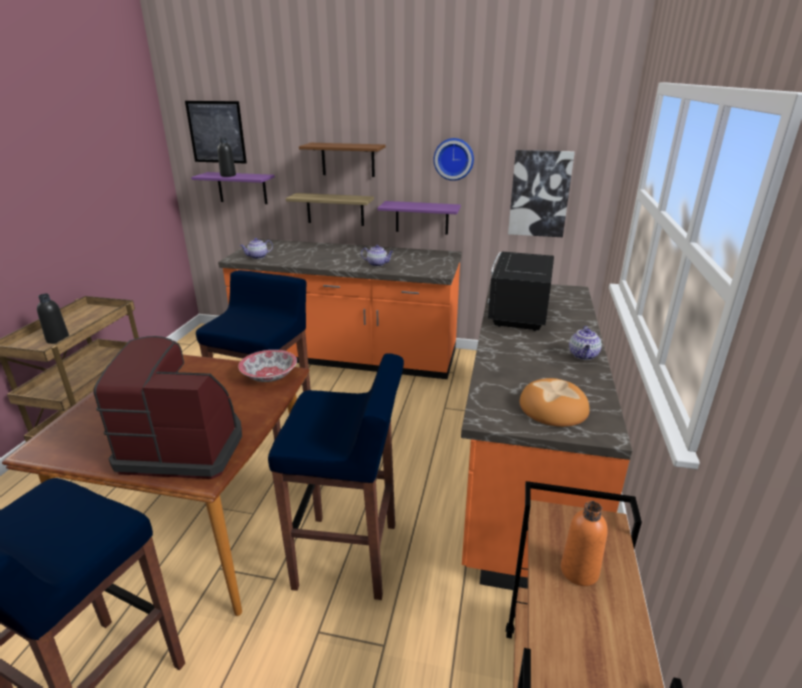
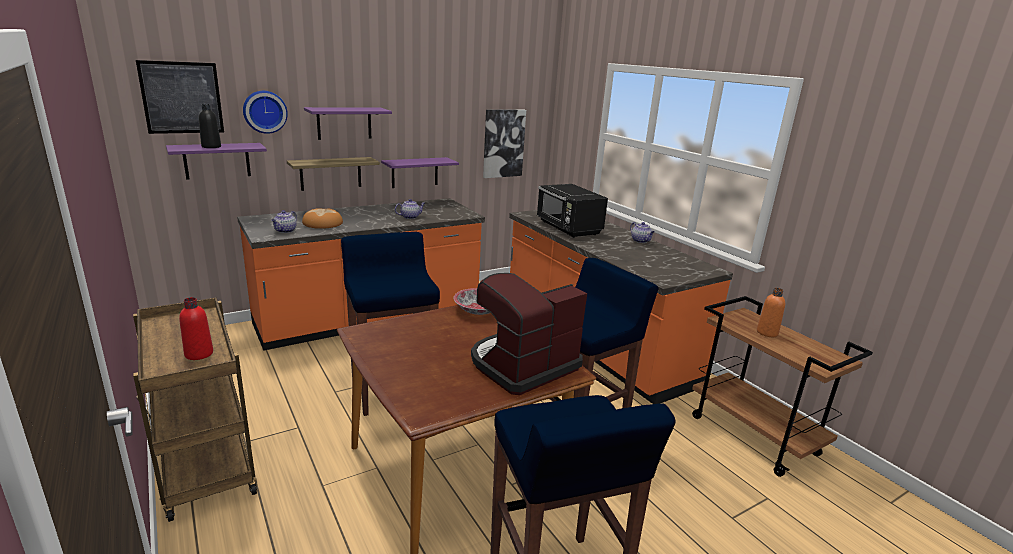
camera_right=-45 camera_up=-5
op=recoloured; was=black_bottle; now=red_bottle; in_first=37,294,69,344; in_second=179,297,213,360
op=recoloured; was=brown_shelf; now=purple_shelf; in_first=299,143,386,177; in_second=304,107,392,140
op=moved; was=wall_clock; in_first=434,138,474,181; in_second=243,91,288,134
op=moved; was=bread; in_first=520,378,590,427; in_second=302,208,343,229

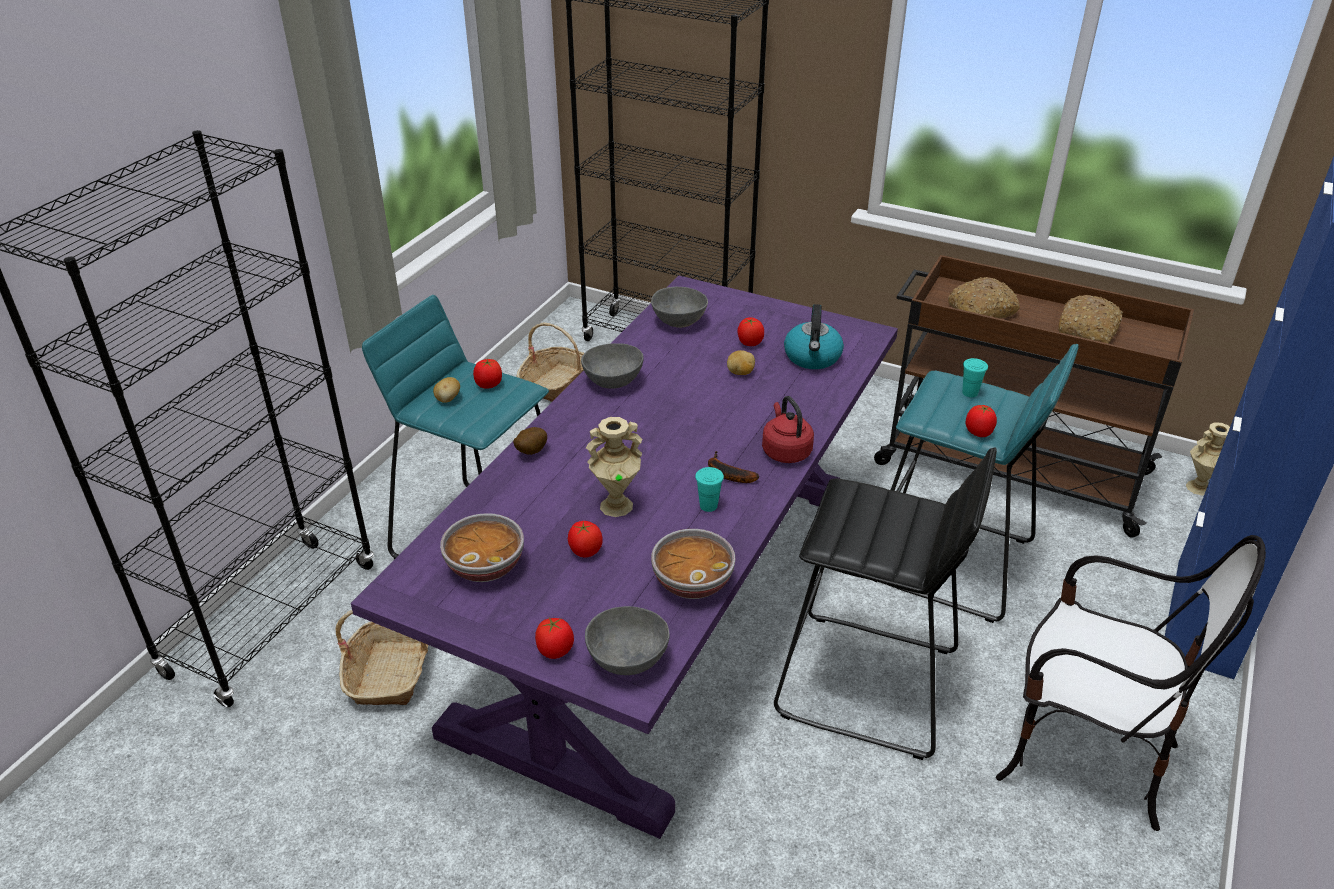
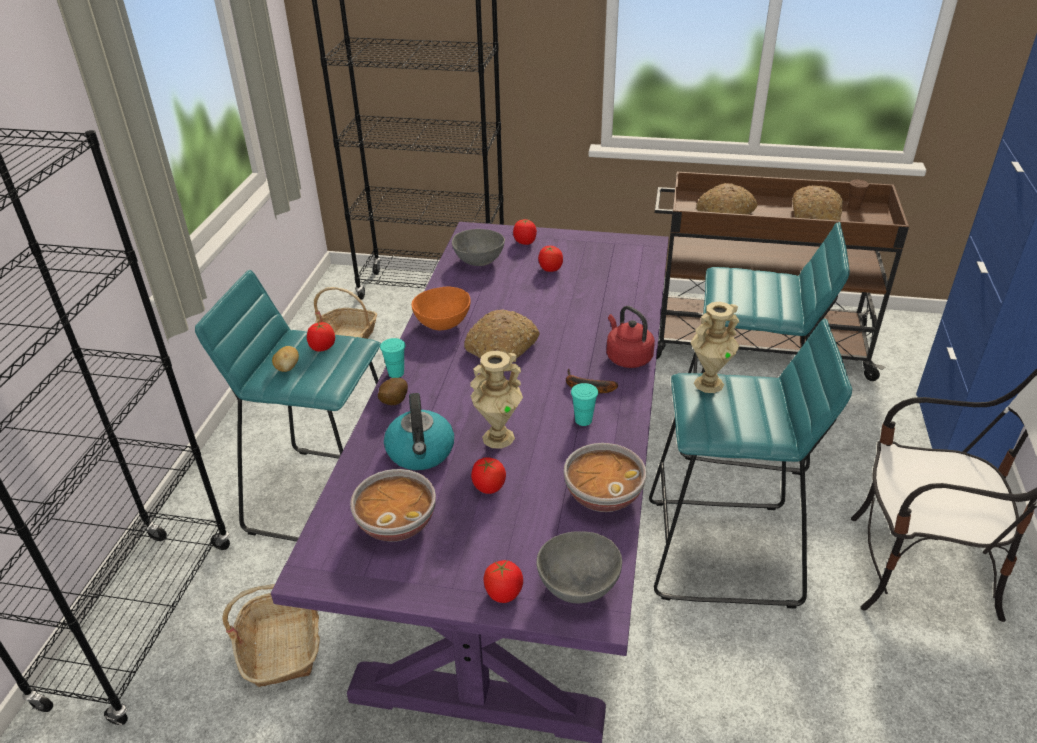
camera_right=-15 camera_up=0
op=recoloured; was=grey_bowl; now=orange_bowl; in_first=581,343,643,389; in_second=411,287,471,330
op=removed; was=potato; in_first=727,350,755,375
op=recoloured; was=black_stool; now=turquoise_stool; in_first=774,447,997,760; in_second=649,318,852,609
op=moved; was=kettle; in_first=784,304,844,369; in_second=384,393,454,470
op=moved; was=turquoise_cup; in_first=962,358,988,397; in_second=380,338,405,378
op=moved; was=tomato; in_first=966,405,997,437; in_second=513,219,537,245
op=moved; was=beige_vase; in_first=1186,422,1230,496; in_second=691,302,740,393
op=added; now=bread; in_second=464,309,540,359
op=added; now=brown_cup; in_second=848,180,869,210

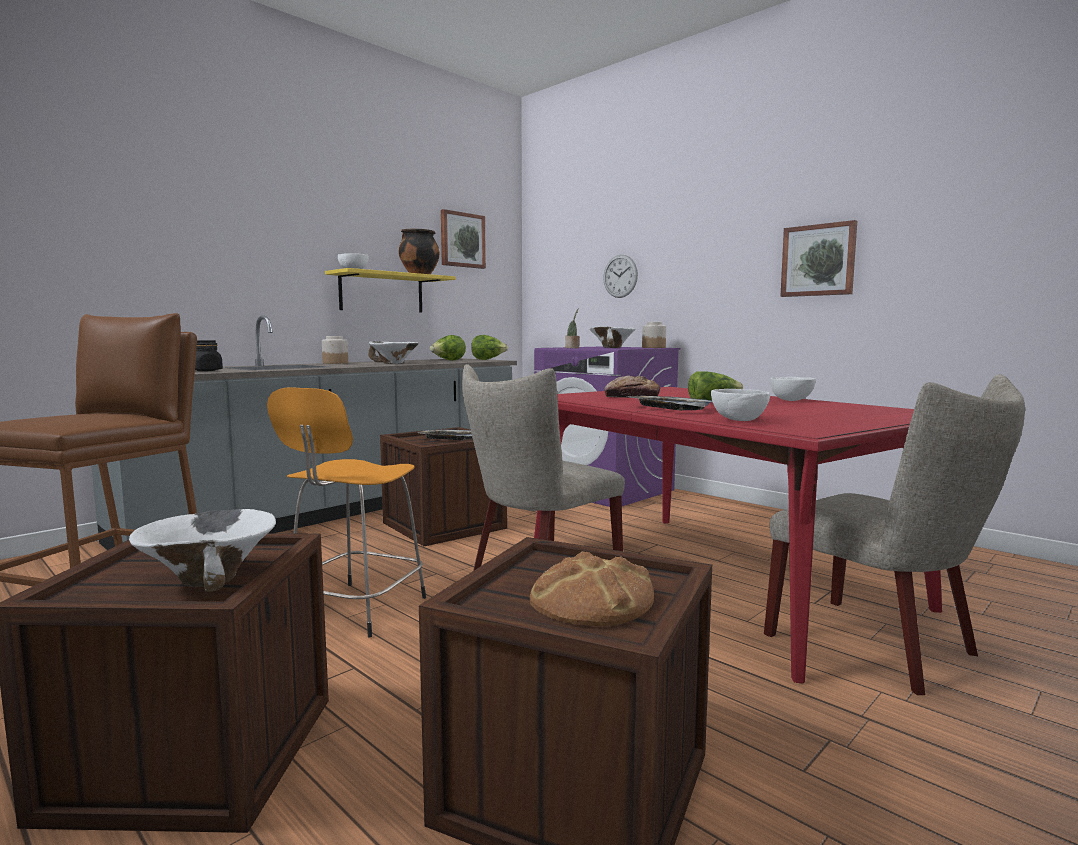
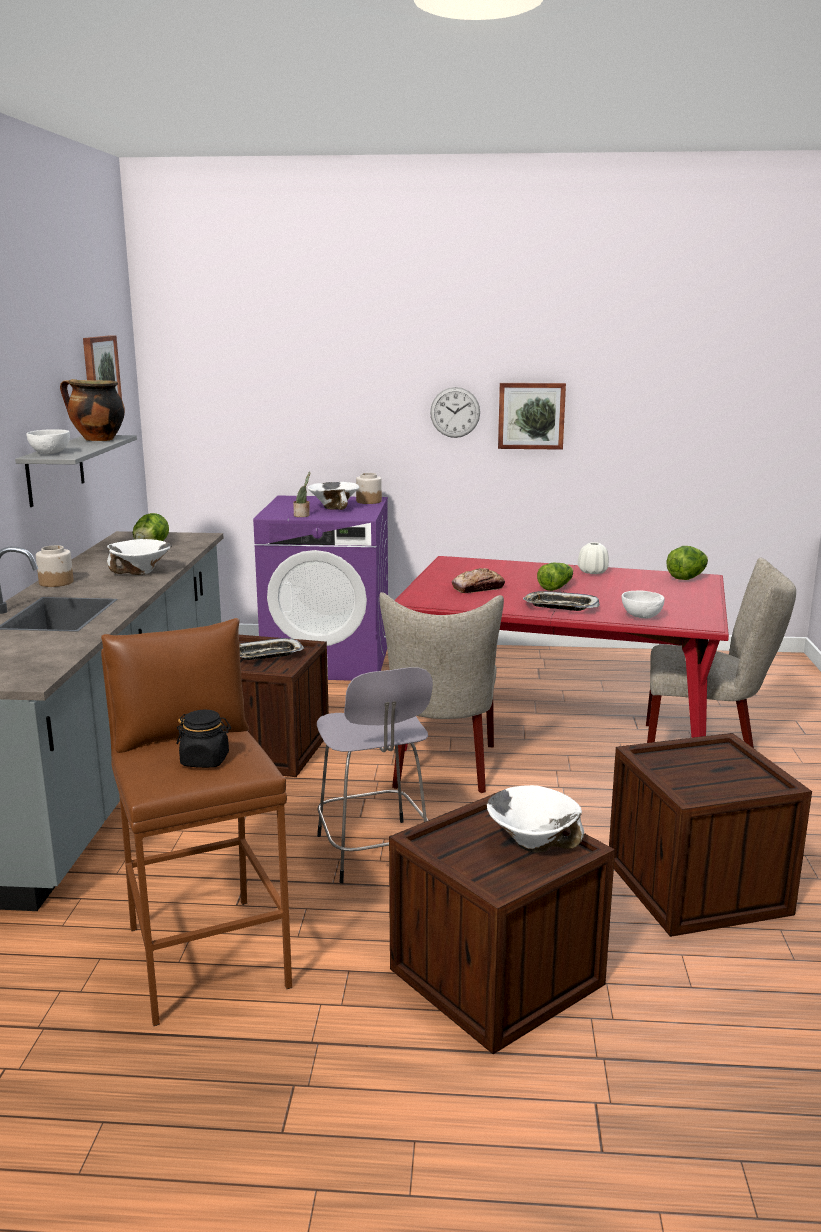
camera_right=-40 camera_up=10
op=moved; was=black_jar; in_first=195,340,223,371; in_second=176,710,231,768
op=recoloured; was=orange_stool; now=grey_stool; in_first=267,387,426,638; in_second=317,667,433,883
op=recoloured; was=yellow_shelf; now=grey_shelf; in_first=325,268,456,312; in_second=15,435,137,507
op=moved; was=lettuce; in_first=471,335,508,360; in_second=667,546,708,580
op=removed; was=bread; in_first=530,551,654,626
op=moved; was=wall_clock; in_first=603,255,638,298; in_second=430,387,480,438
op=replaced; was=white_bowl; now=white_vase; in_first=770,377,816,401; in_second=578,542,609,574

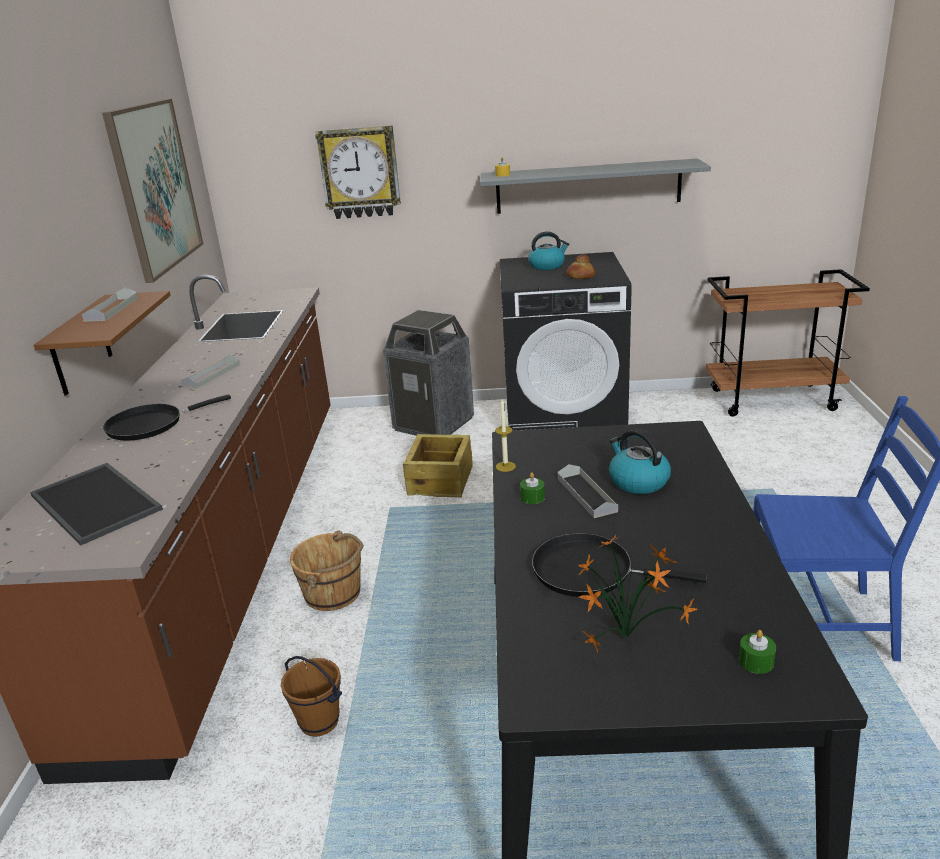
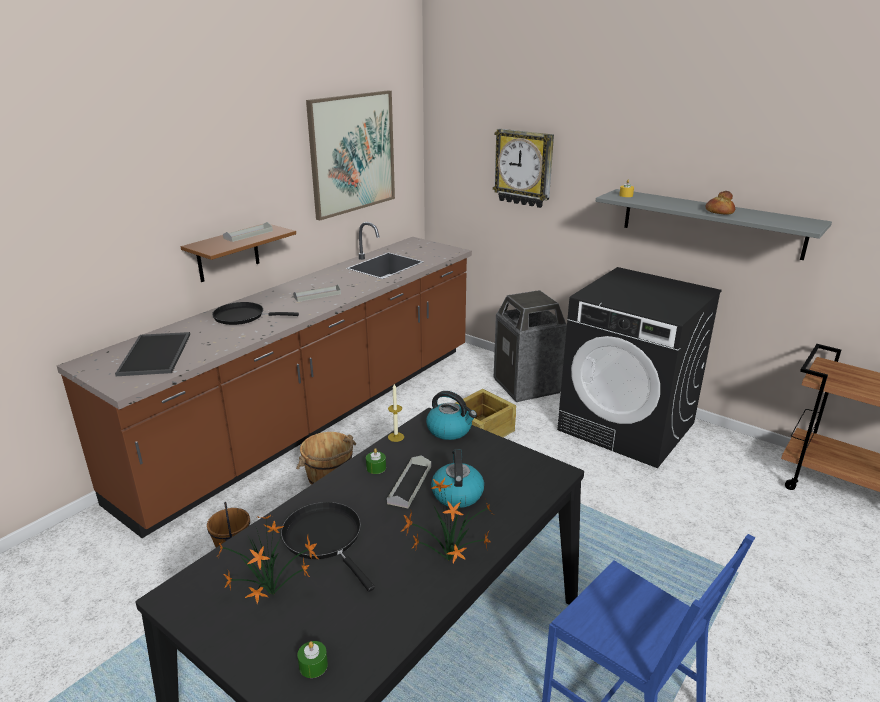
camera_right=35 camera_up=0
op=moved; was=kettle; in_first=528,232,569,270; in_second=426,391,477,440
op=moved; was=bread; in_first=566,254,595,279; in_second=705,191,735,215
op=added; now=potted_plant; in_second=401,478,494,563

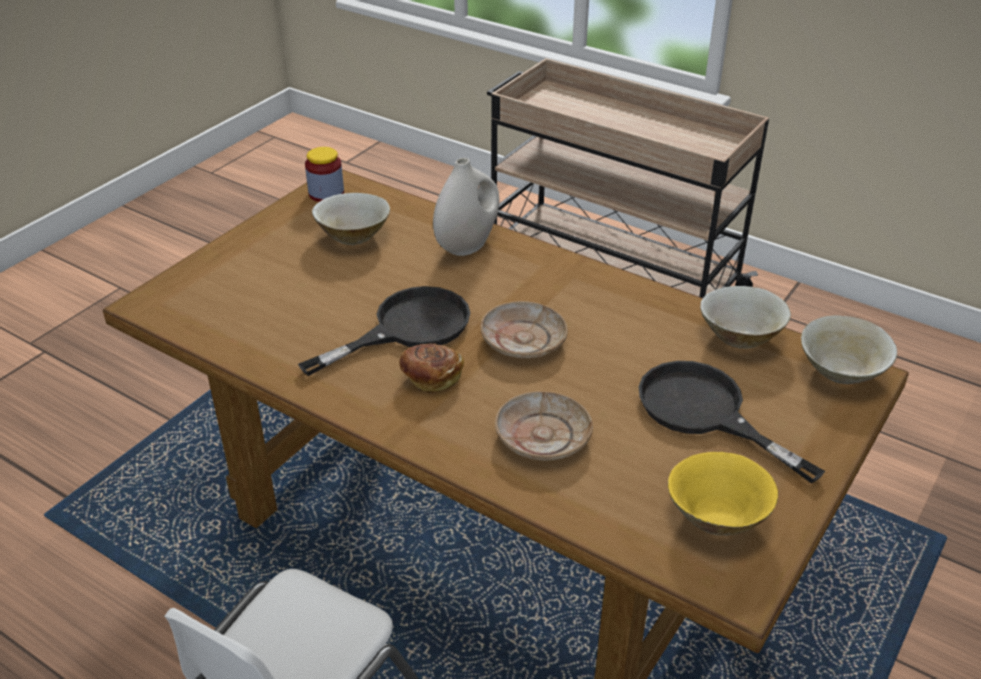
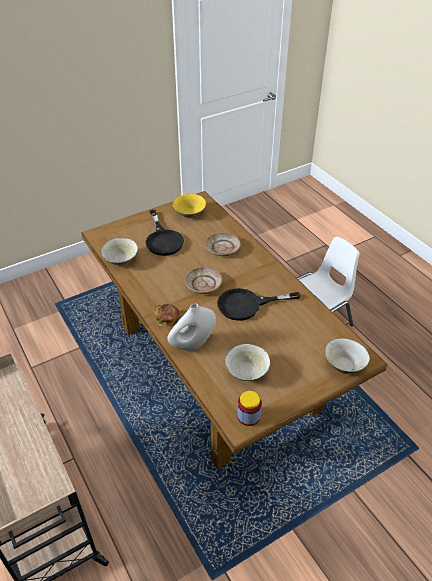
camera_right=-155 camera_up=5
op=moved; was=bread; in_first=399,344,464,393; in_second=152,304,180,326
op=moved; was=beige_bowl; in_first=801,315,897,384; in_second=325,338,370,374

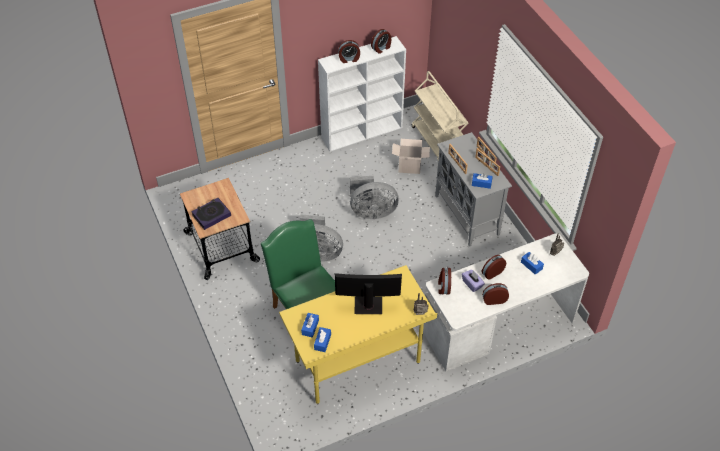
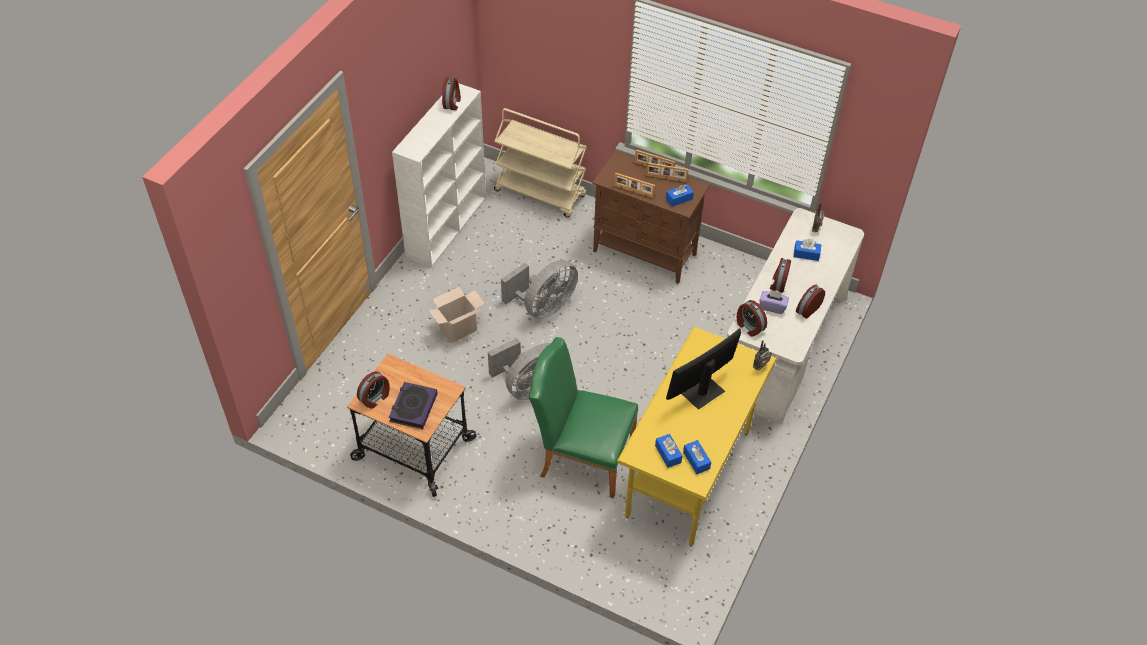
camera_right=-40 camera_up=0
op=moved; was=alarm_clock; in_first=338,40,360,63; in_second=357,371,390,409
op=moved; was=cardboard_box; in_first=392,139,430,174; in_second=428,287,485,343
op=recoloured; was=grey_cabinet; now=brown_cabinet; in_first=435,132,512,247; in_second=592,151,710,284

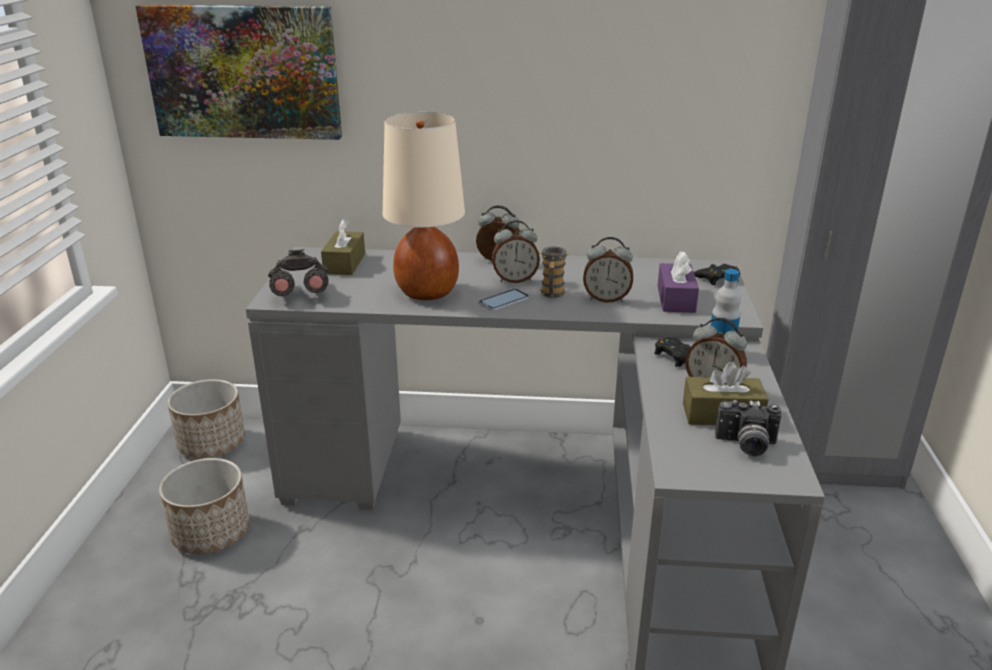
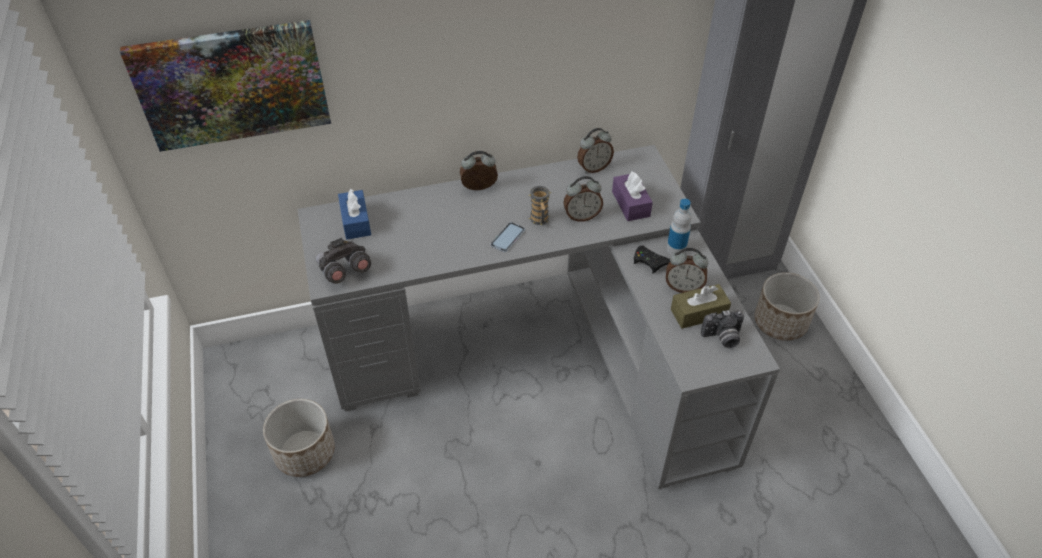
camera_right=-20 camera_up=20
op=moved; was=planter; in_first=167,379,245,459; in_second=755,272,820,341
op=recoloured; was=brown_tissue_box; now=blue_tissue_box; in_first=321,219,365,275; in_second=338,188,371,239
op=removed; was=beige_table_lamp; in_first=383,112,465,300
op=moved; was=alarm_clock; in_first=492,220,540,283; in_second=577,128,614,173
op=removed; was=black_game_controller; in_first=694,264,740,285

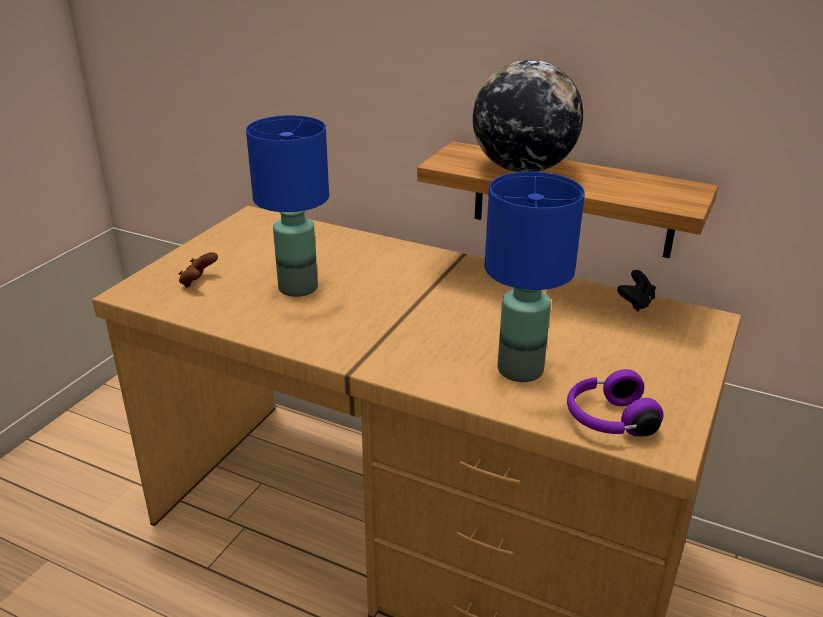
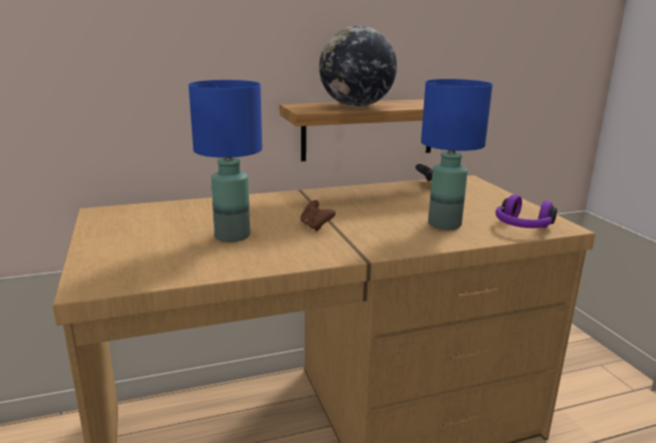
camera_right=-45 camera_up=-10
op=moved; was=brown_game_controller; in_first=179,252,218,288; in_second=300,200,336,231

